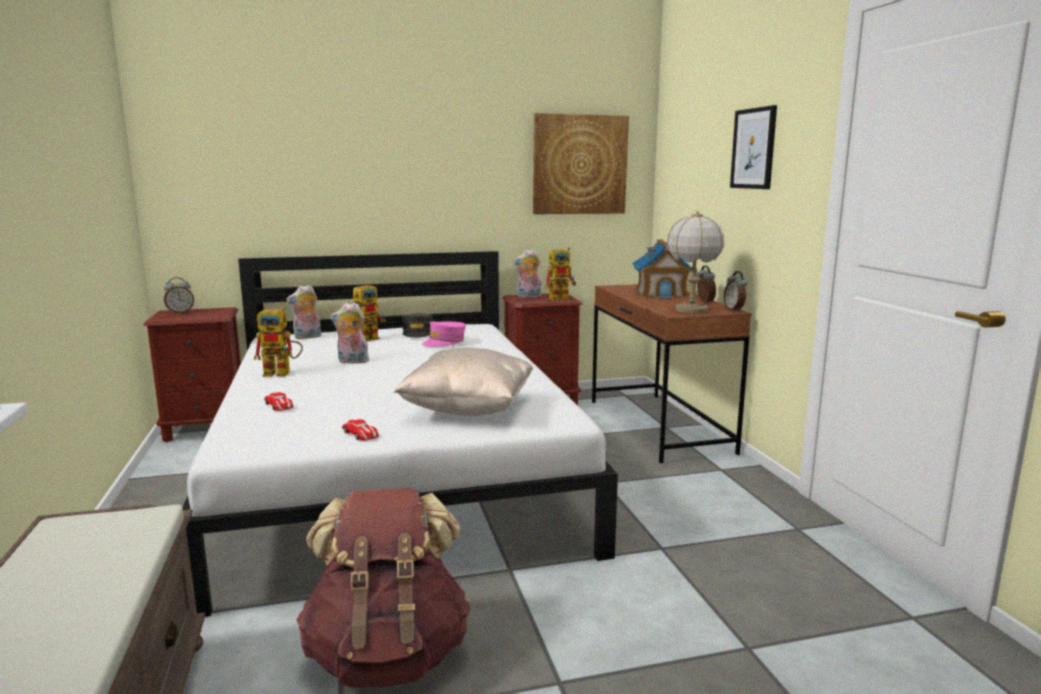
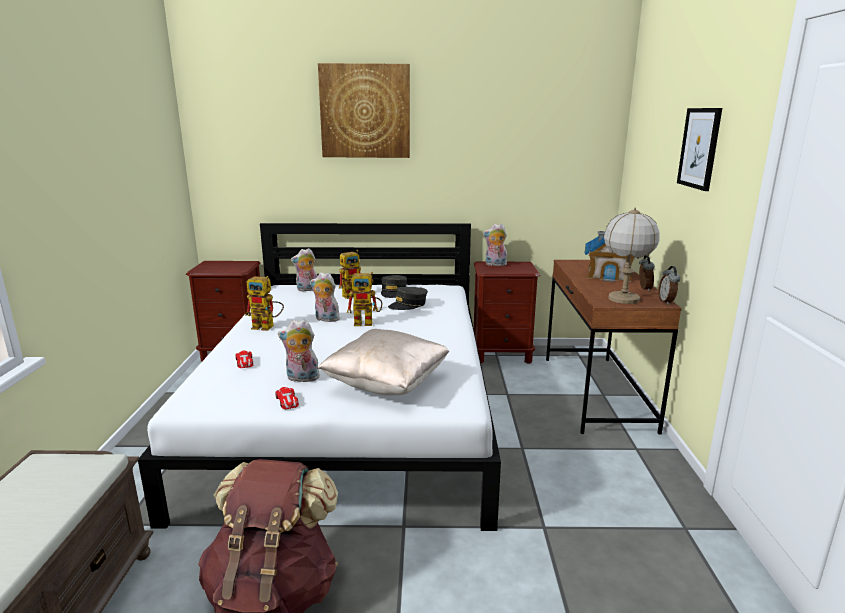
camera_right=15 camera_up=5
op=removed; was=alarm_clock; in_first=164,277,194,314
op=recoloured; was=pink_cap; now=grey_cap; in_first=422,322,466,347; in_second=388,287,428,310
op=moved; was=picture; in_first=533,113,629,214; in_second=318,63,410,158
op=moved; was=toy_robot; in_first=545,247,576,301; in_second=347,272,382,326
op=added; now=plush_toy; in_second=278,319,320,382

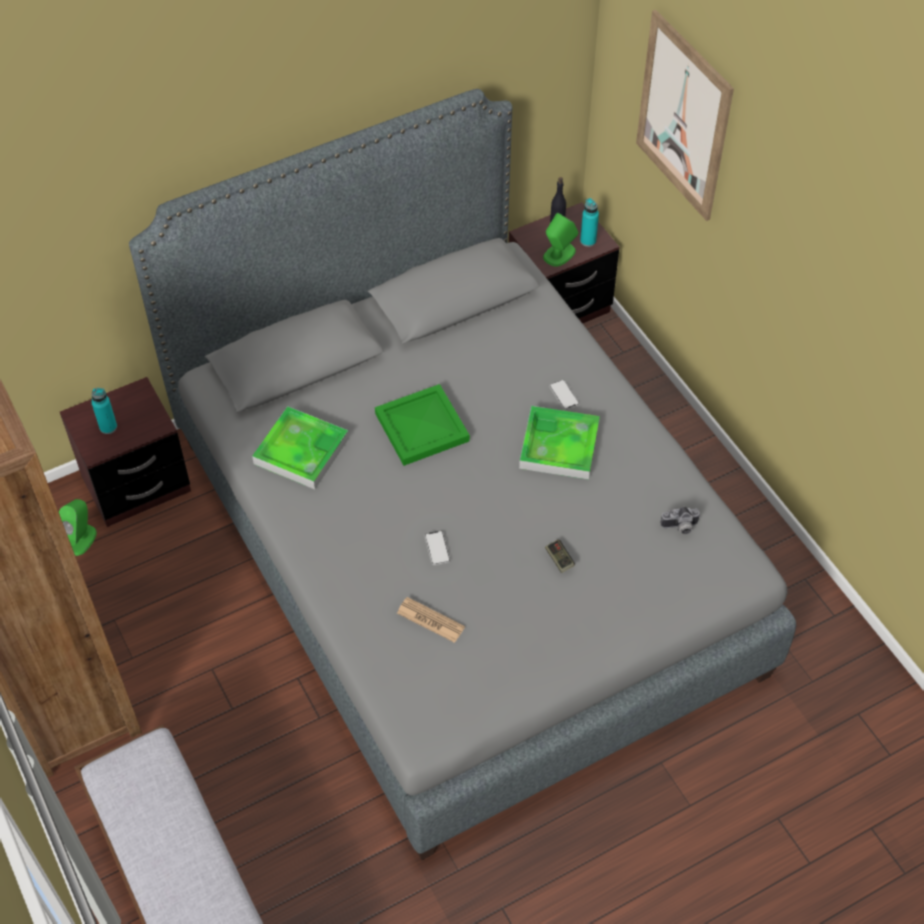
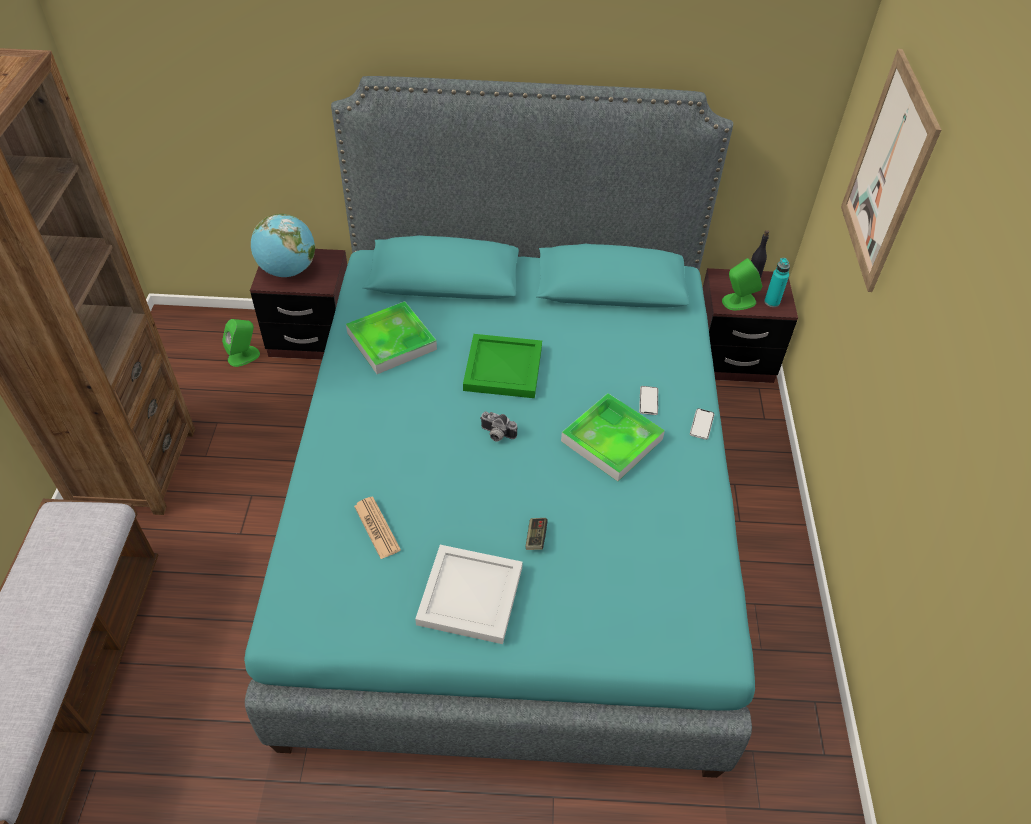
camera_right=30 camera_up=-5
op=replaced; was=turquoise_bottle; now=globe; in_first=91,388,117,434; in_second=251,214,315,277
op=recoloured; was=grey_bed; now=turquoise_bed; in_first=129,89,796,861; in_second=244,76,755,778
op=moved; was=phone; in_first=424,530,451,565; in_second=690,408,715,440
op=moved; was=photo_camera; in_first=660,506,701,534; in_second=480,411,517,442
op=added; now=white_tray; in_second=415,545,523,644

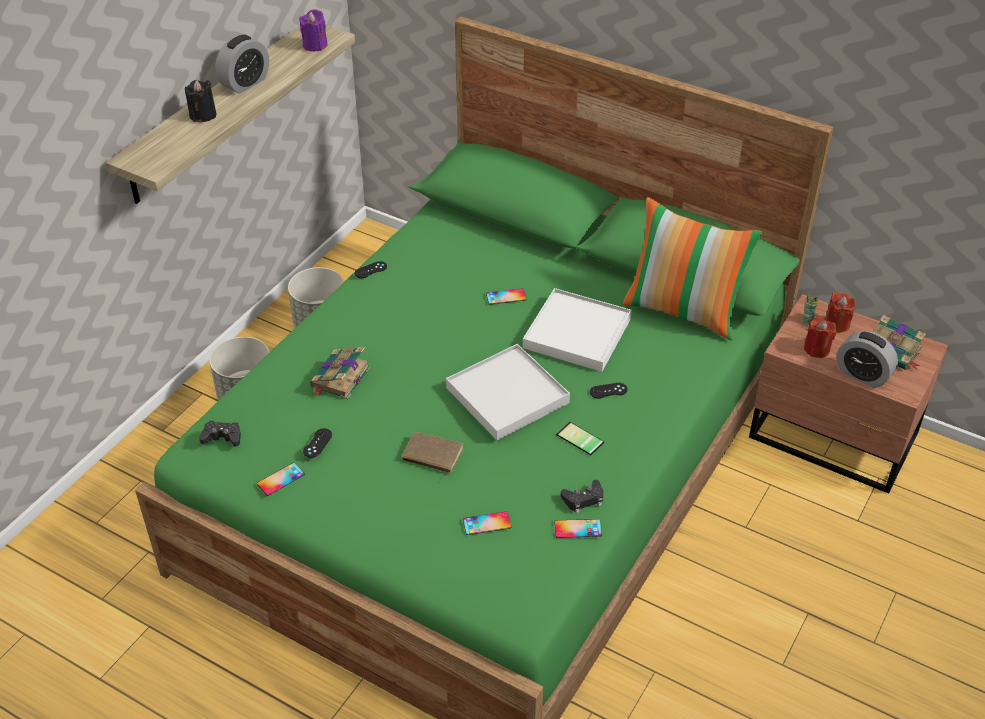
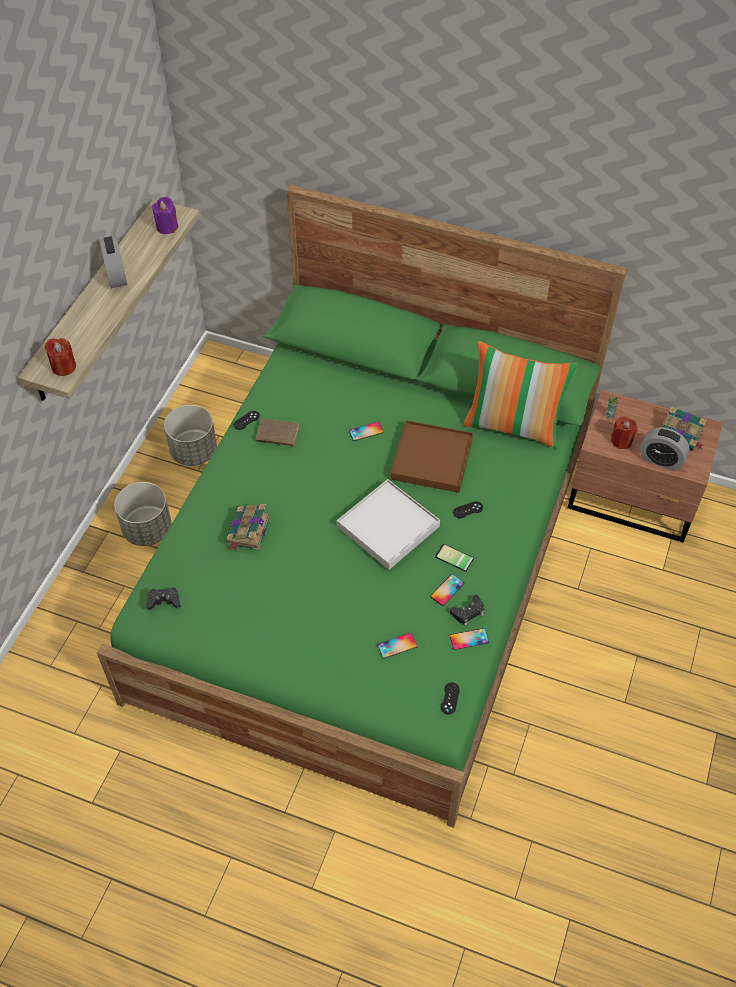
camera_right=-10 camera_up=10
op=removed; was=black_candle; in_first=185,80,216,122
op=turned; was=alarm_clock; in_first=215,34,269,94; in_second=99,237,127,288; clockwise=135
op=moved; was=phone; in_first=257,462,305,496; in_second=430,574,465,606
op=moved; was=black_game_controller; in_first=303,428,332,458; in_second=441,682,460,715
op=moved; was=brown_book; in_first=402,432,464,479; in_second=256,419,300,451
op=recoloured; was=white_tray; now=brown_tray; in_first=523,288,632,372; in_second=390,420,473,493
op=moved; was=red_candle; in_first=825,292,856,333; in_second=45,338,76,376

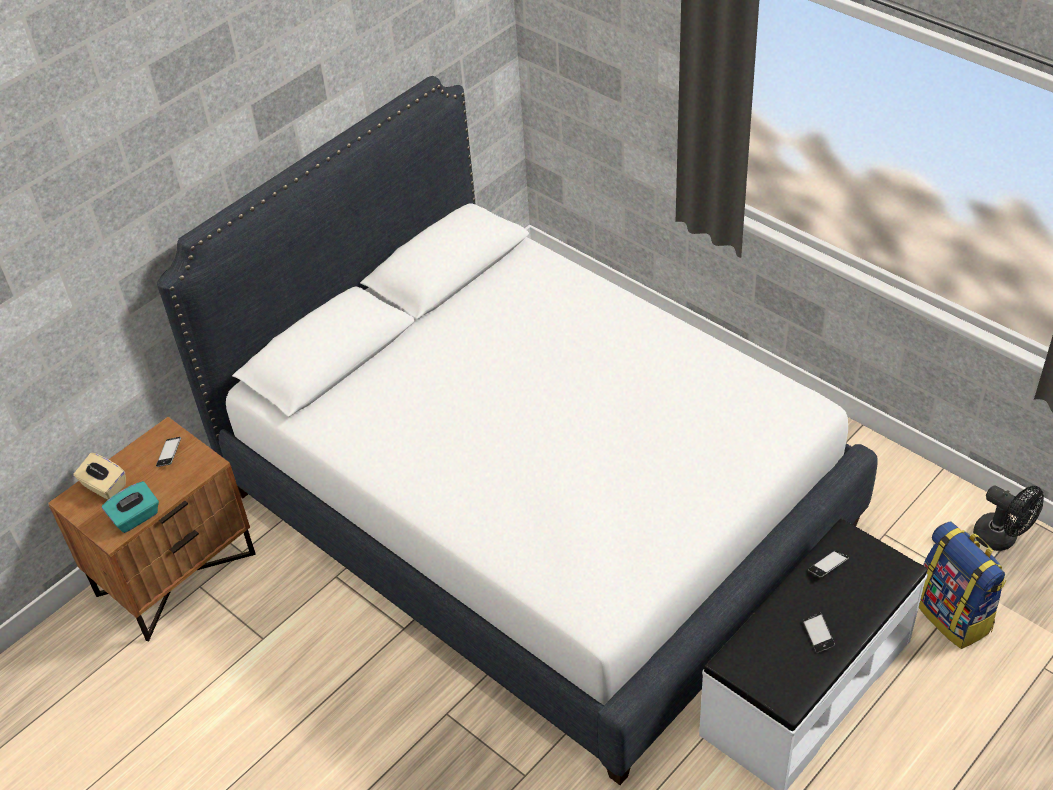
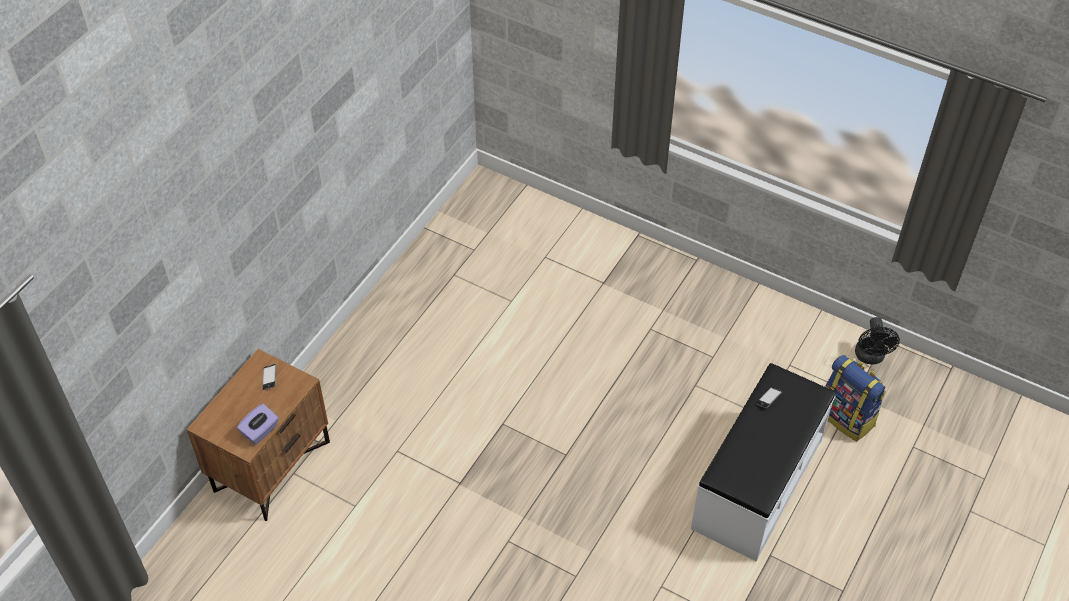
camera_right=-15 camera_up=5
op=removed; was=beige_tissue_box; in_first=73,453,126,500
op=recoloured; was=turquoise_tissue_box; now=purple_tissue_box; in_first=102,481,159,533; in_second=237,404,279,445
op=removed; was=white_bed; in_first=157,76,877,785
op=removed; was=phone; in_first=803,613,835,653
op=turned; was=black_fan; in_first=973,485,1044,551; in_second=855,317,900,364; clockwise=60

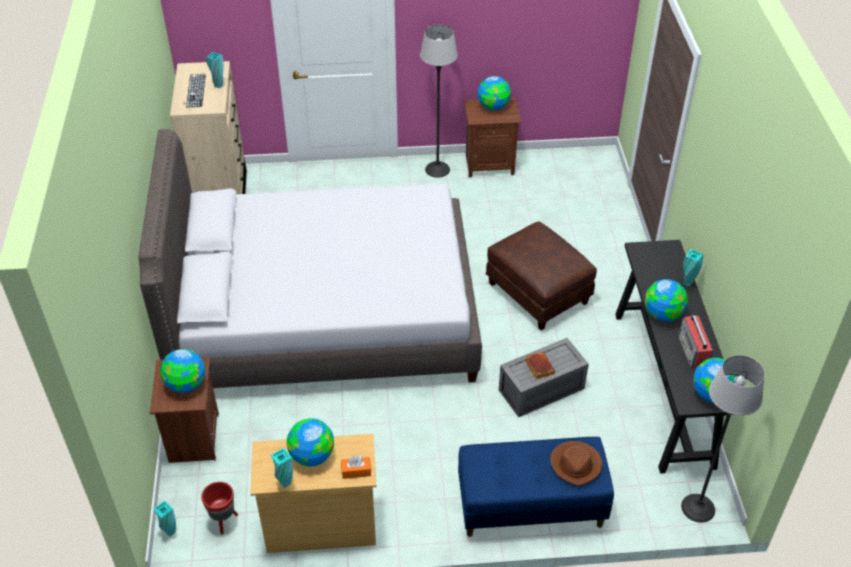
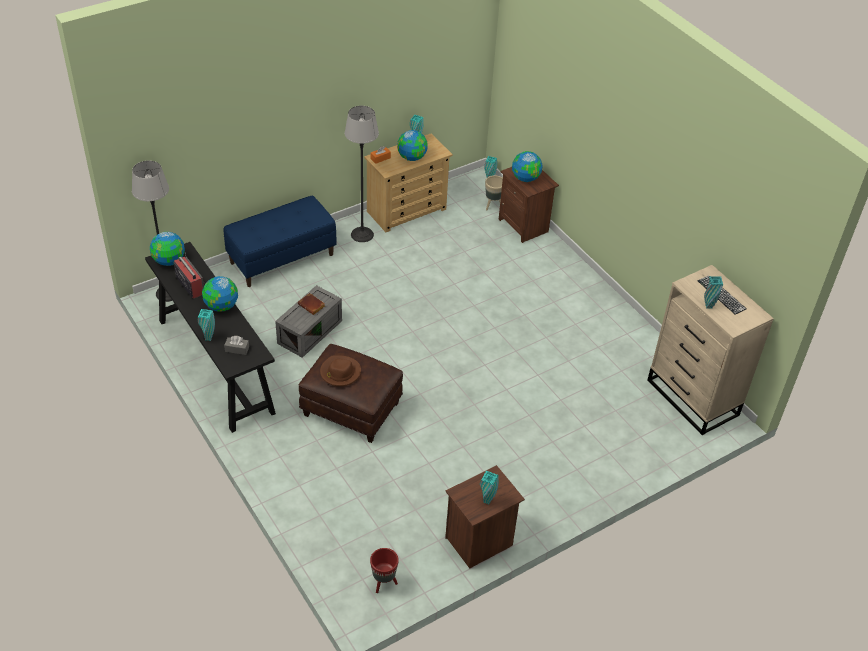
camera_right=150 camera_up=0
op=removed; was=grey_bed; in_first=138,129,482,388
op=moved; was=red_planter; in_first=201,482,238,534; in_second=370,548,399,593
op=moved; was=floor_lamp; in_first=420,25,458,178; in_second=344,106,379,242
op=replaced; was=globe; now=turquoise_vase; in_first=478,76,511,110; in_second=480,471,499,504
op=moved; was=brown_hat; in_first=550,441,602,486; in_second=320,355,361,386
op=added; now=grey_tissue_box; in_second=224,336,249,355
op=added; now=beige_planter; in_second=485,176,503,210

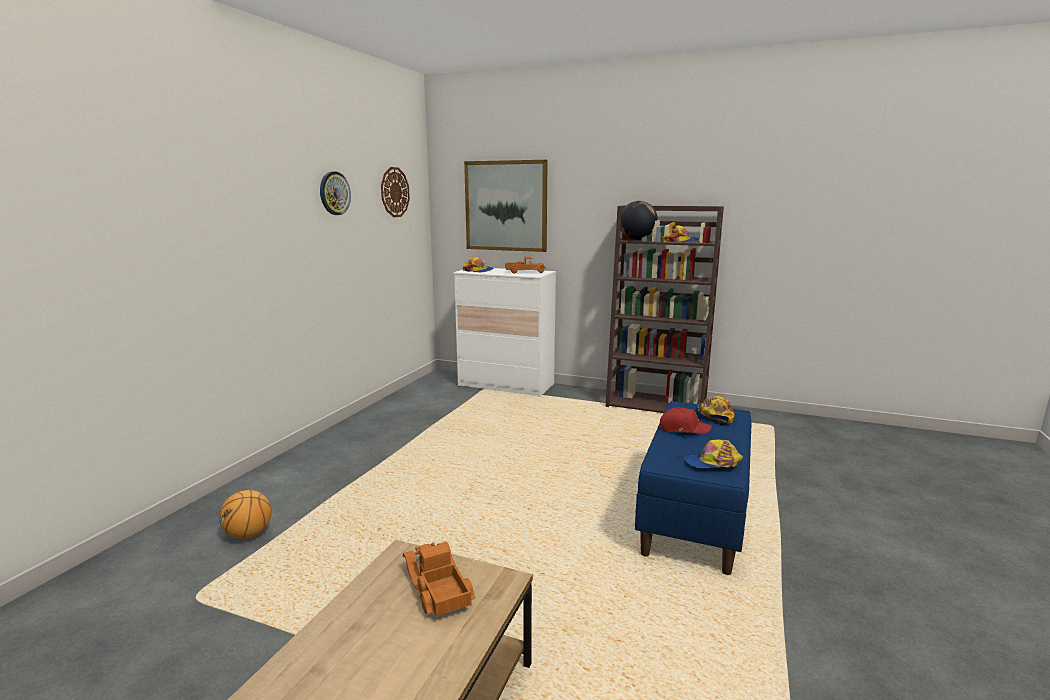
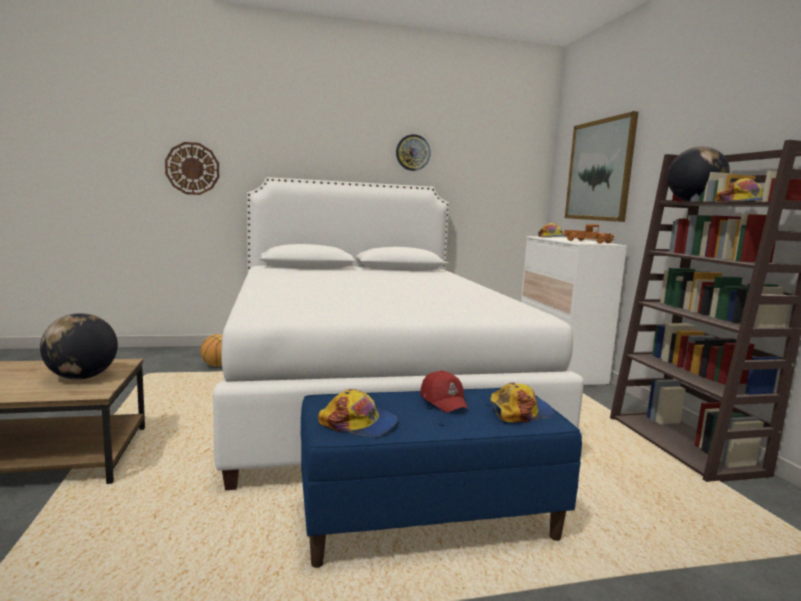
camera_right=55 camera_up=-5
op=moved; was=wall_clock; in_first=381,167,410,217; in_second=165,142,219,195
op=replaced; was=toy_truck; now=globe; in_first=403,542,475,616; in_second=40,313,118,380
op=turned; was=cap; in_first=685,440,743,468; in_second=318,389,397,437; clockwise=150
op=added; now=white_bed; in_second=213,177,584,490

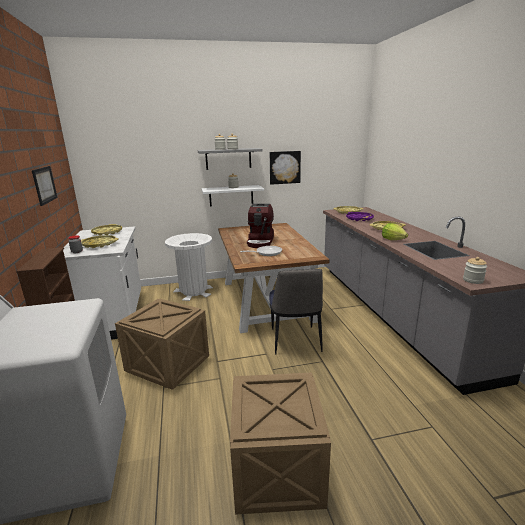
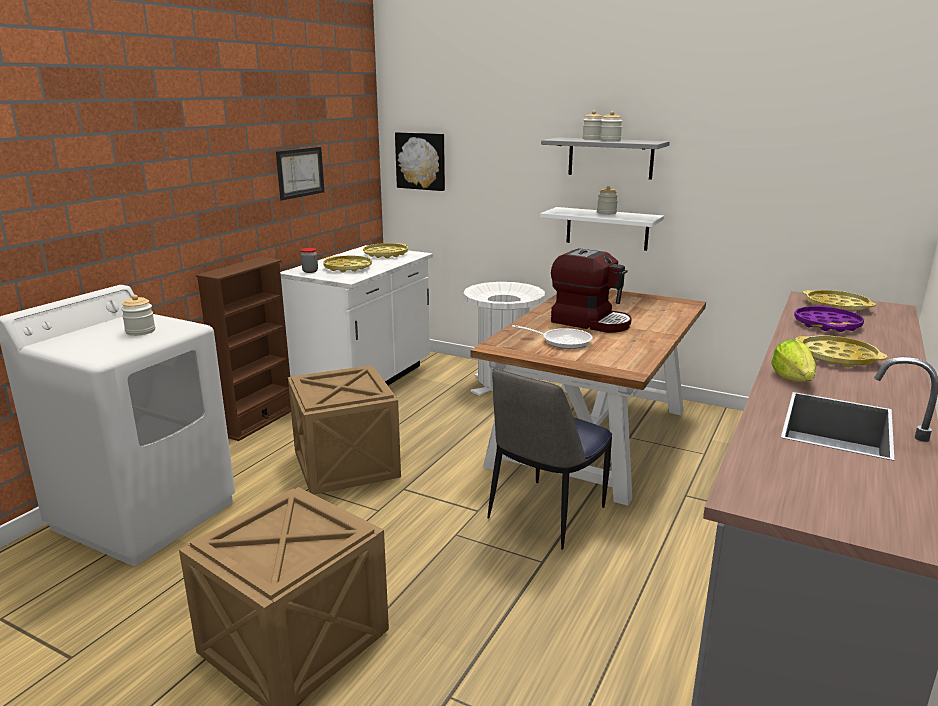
camera_right=40 camera_up=0
op=turned; was=coffee_machine; in_first=247,204,274,248; in_second=551,248,632,333; clockwise=-105
op=moved; was=picture; in_first=270,151,301,185; in_second=395,132,445,191
op=moved; was=jar; in_first=463,257,487,284; in_second=121,295,155,336

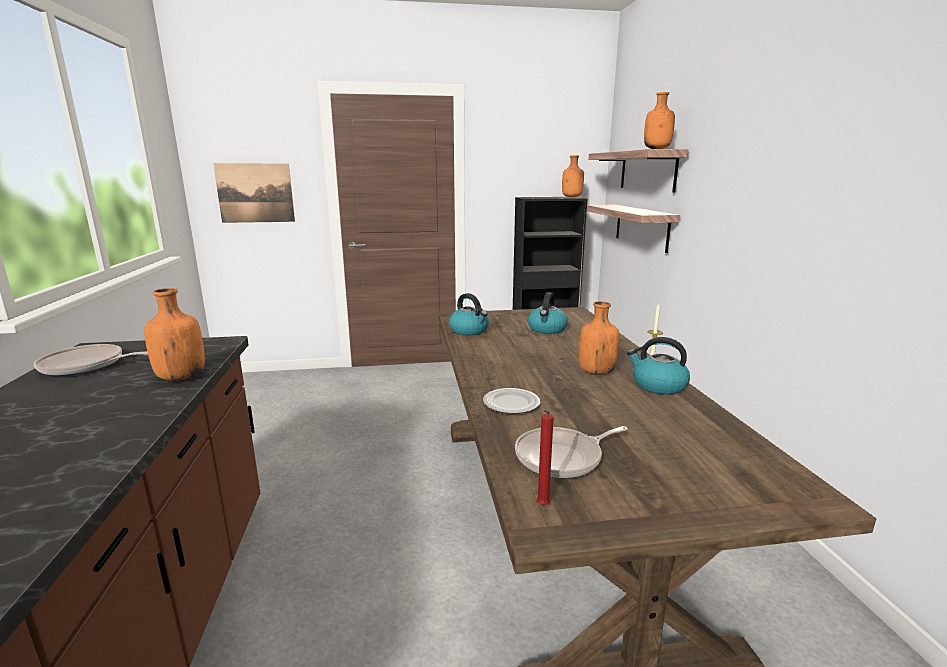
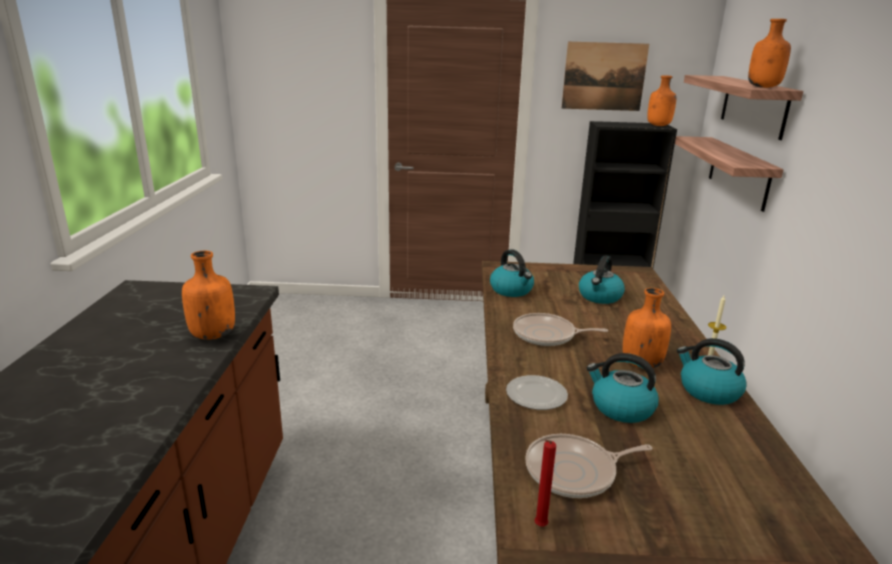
camera_right=10 camera_up=5
op=moved; was=frying_pan; in_first=34,344,148,376; in_second=513,313,608,346
op=moved; was=picture; in_first=213,164,295,223; in_second=562,42,649,111
op=added; now=kettle; in_second=587,353,659,423

